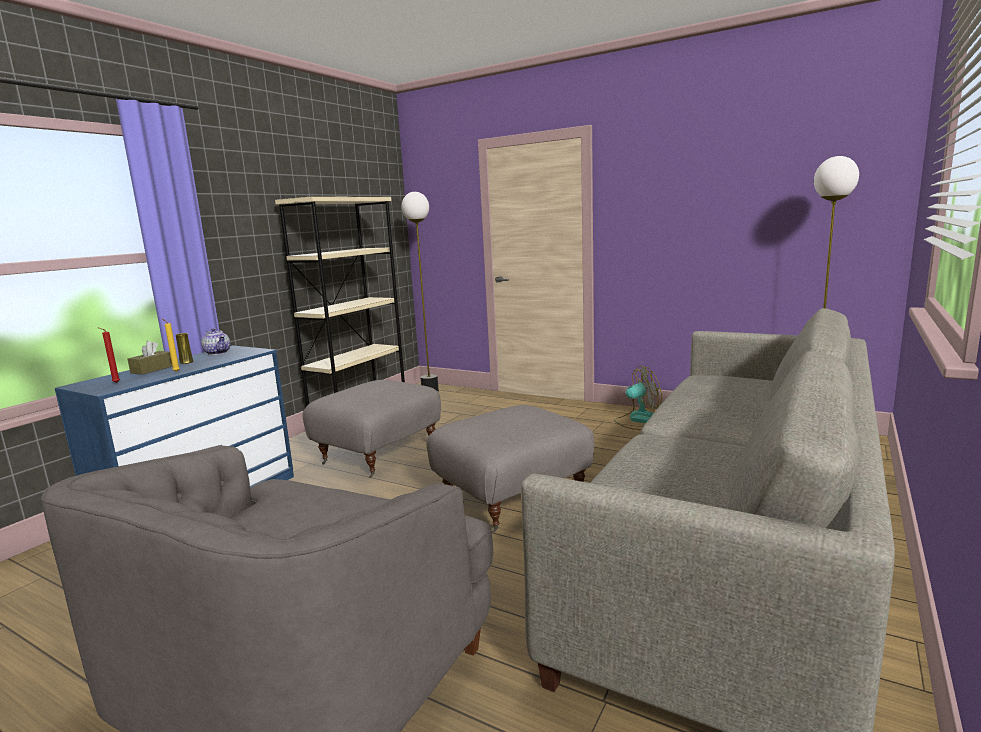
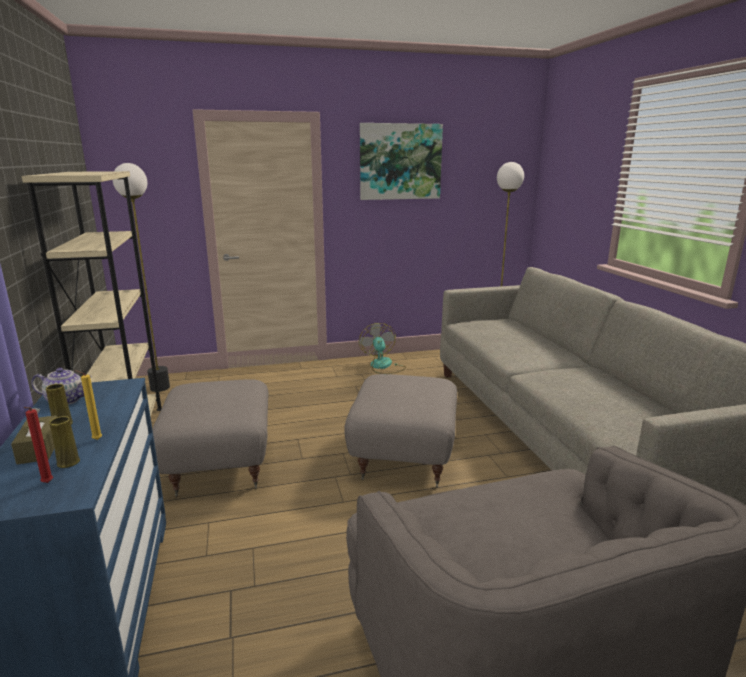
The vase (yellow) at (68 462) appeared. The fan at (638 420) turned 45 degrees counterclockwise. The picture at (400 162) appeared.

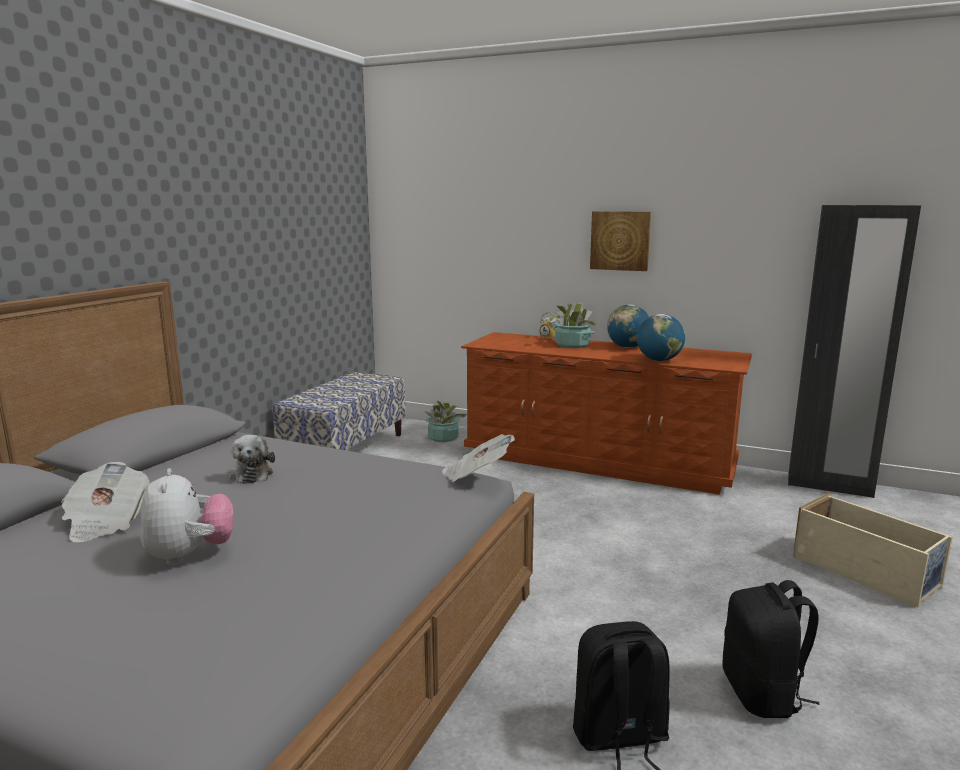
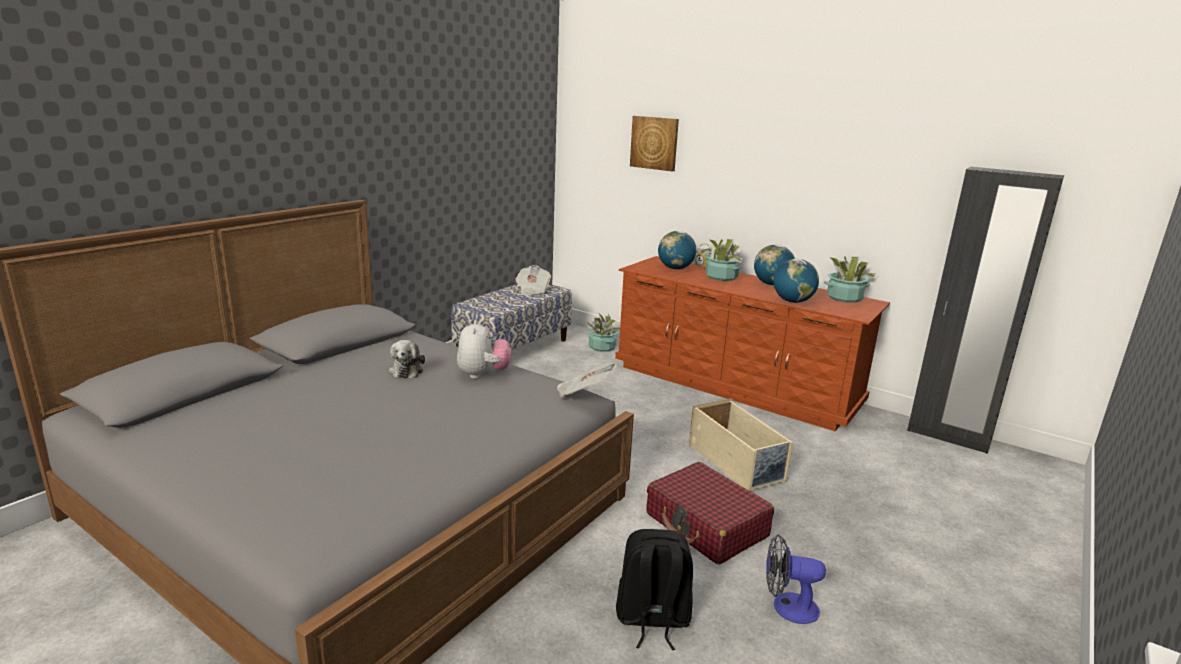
The plush toy moved from (190 555) to (483 374). The newspaper moved from (106 522) to (532 290). The picture moved from (620 240) to (654 143). The suitcase (red) at (706 525) appeared. The globe at (675 268) appeared. The storage box (beige) moved from (866 572) to (736 464). The backpack (black) at (762 694) was replaced by the fan at (787 607). The potted plant at (844 298) appeared.

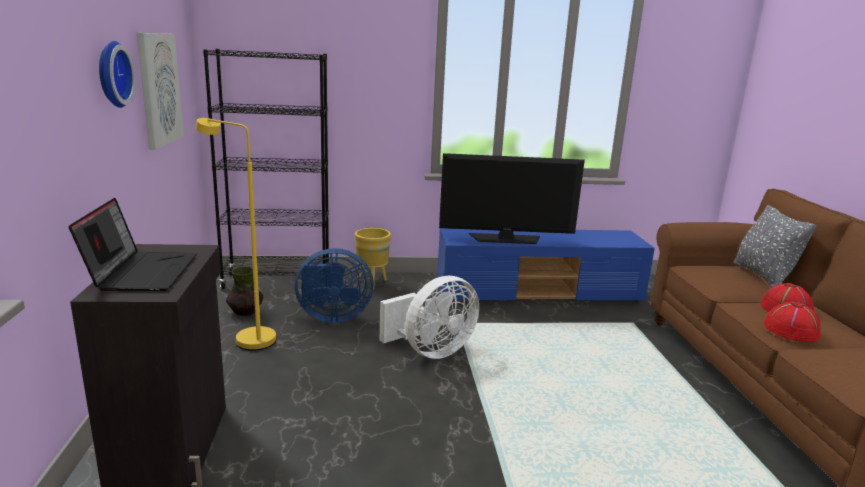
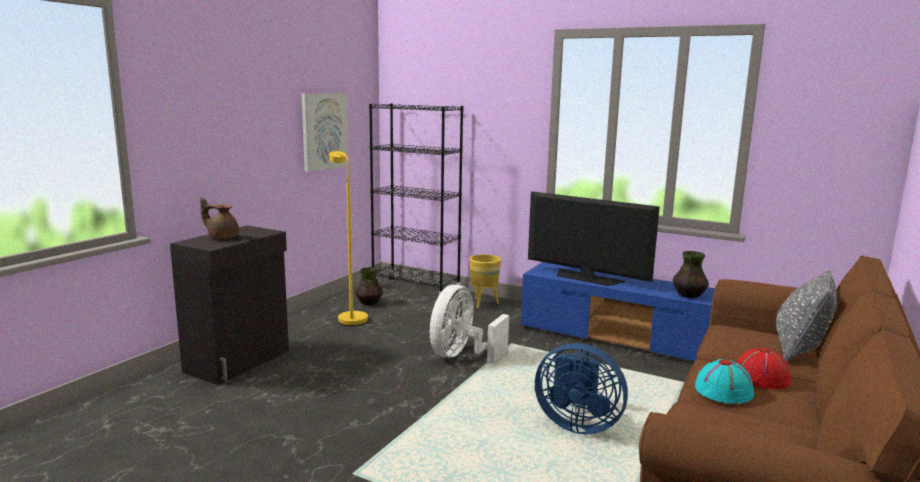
The laptop at (142 272) was replaced by the teapot (brown) at (222 237). The fan (white) at (431 351) turned 120 degrees clockwise. The fan (blue) moved from (332 316) to (577 424). The vase at (688 295) appeared. The hat (red) at (791 330) became the hat (turquoise) at (724 391). The wall clock at (111 74) disappeared.

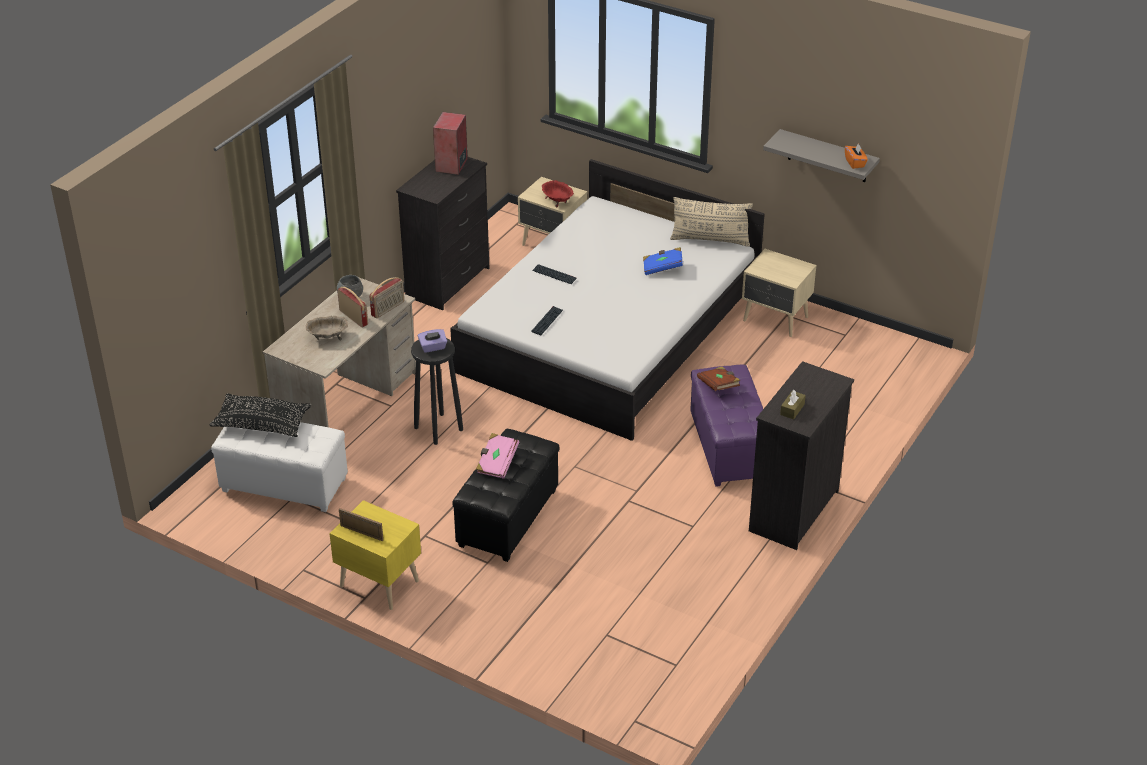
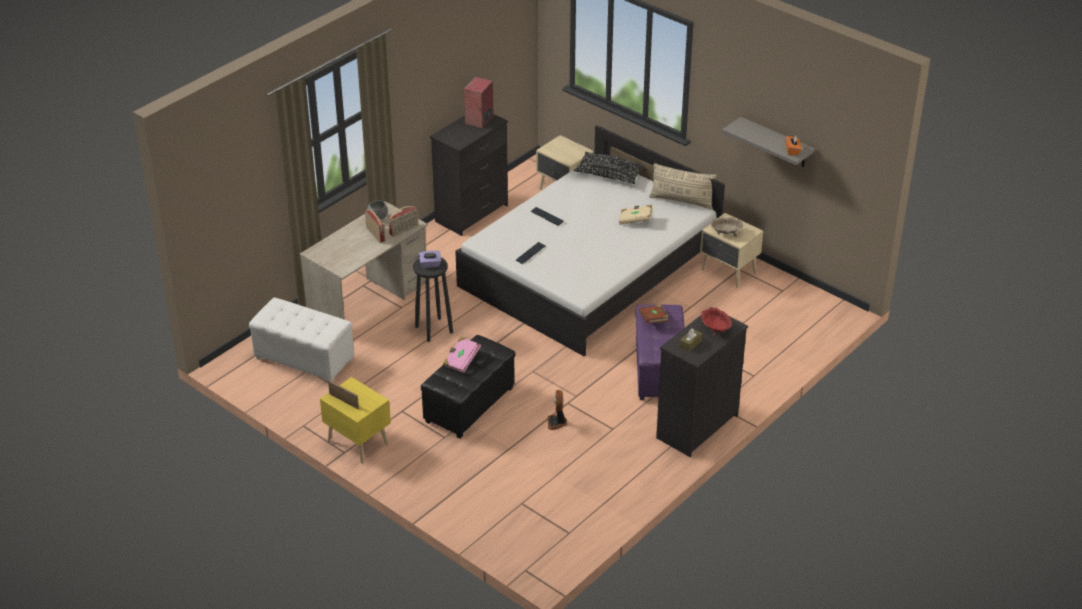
The fan at (557 422) appeared. The pillow (black) moved from (262 424) to (609 174). The book (blue) at (662 268) became the book (beige) at (635 220). The bowl (red) moved from (558 201) to (716 329). The bowl (beige) moved from (327 337) to (725 233).

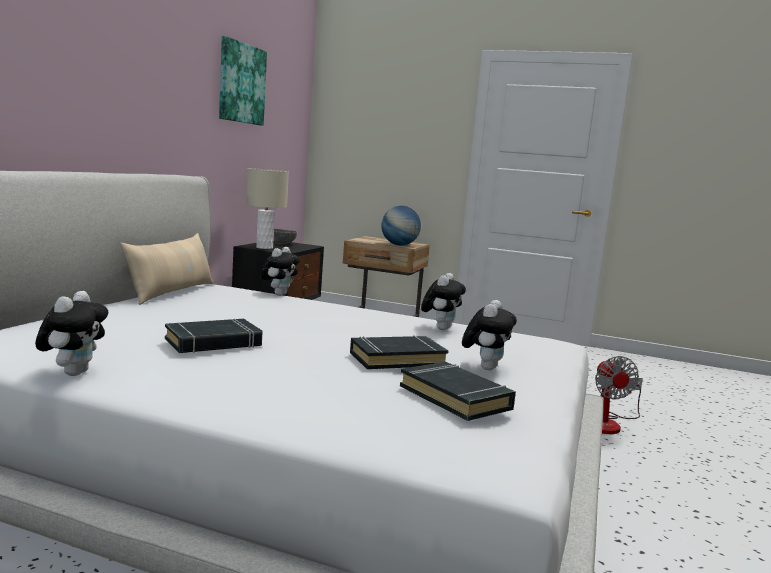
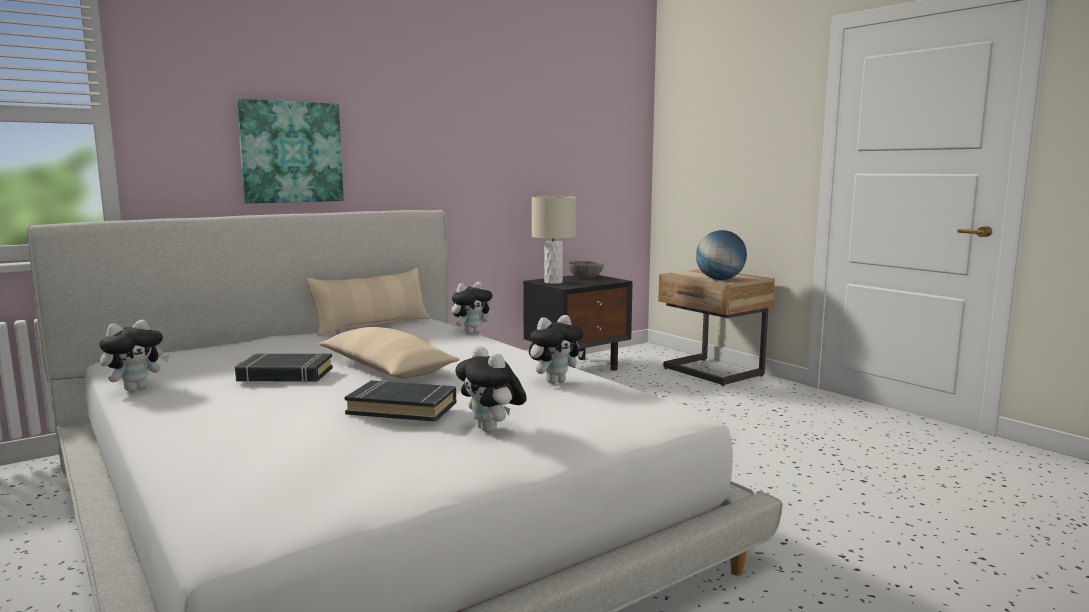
The picture moved from (241 83) to (291 152). The pillow (beige) at (386 369) appeared. The plush toy at (485 367) turned 90 degrees clockwise. The book (black) at (455 397) disappeared. The fan at (608 423) disappeared.

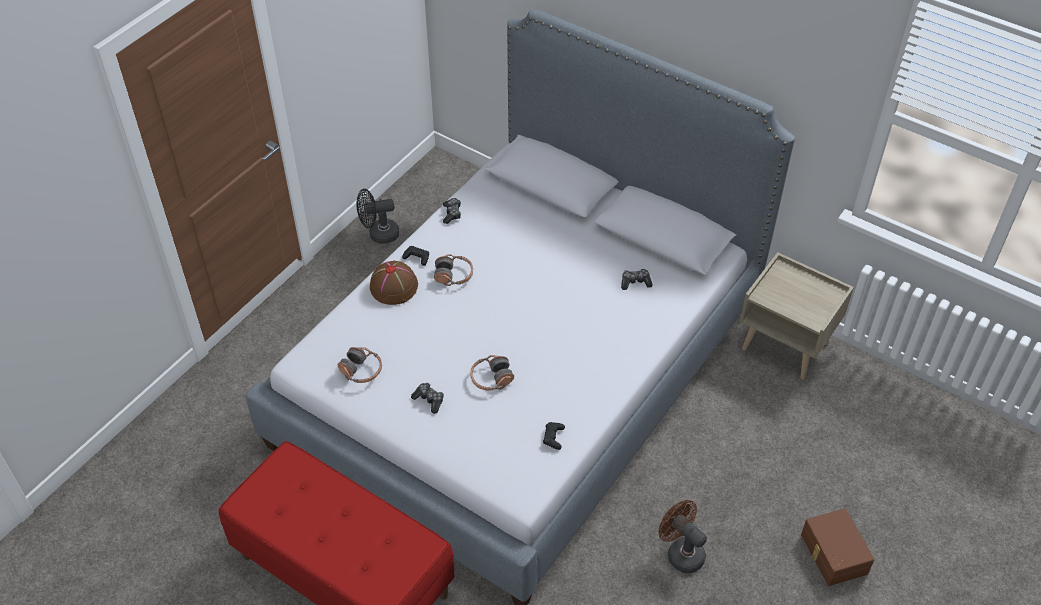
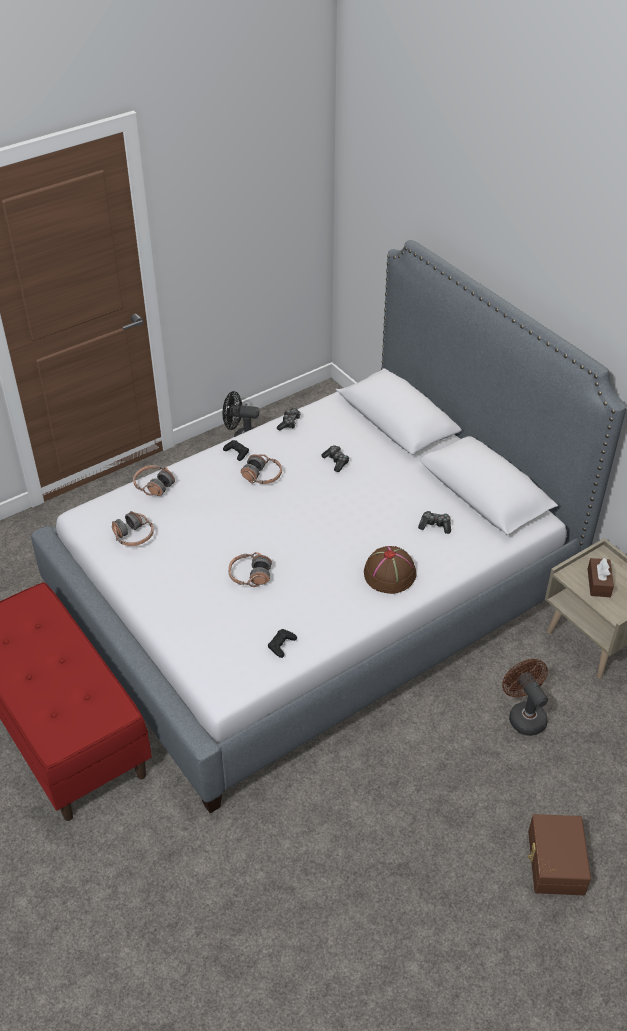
The headphones at (154 485) appeared. The game controller moved from (429 400) to (336 461). The hat (brown) moved from (394 286) to (390 574). The fan (brown) moved from (681 552) to (523 715). The tissue box (brown) at (598 583) appeared.

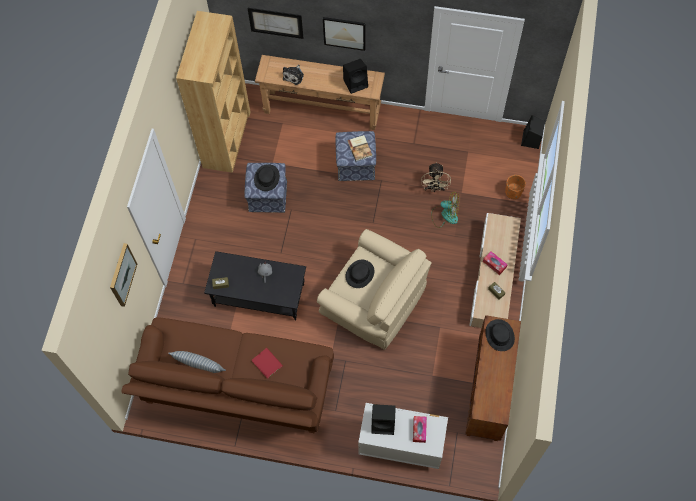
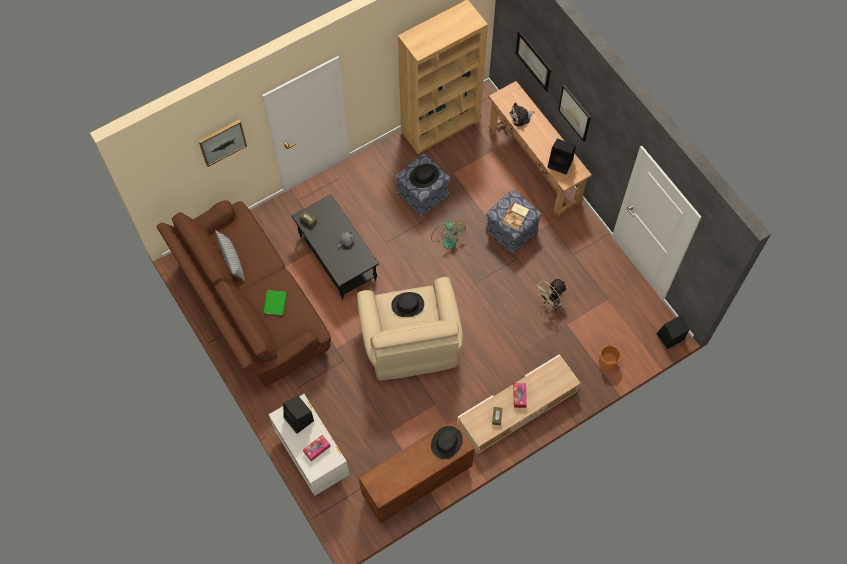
The book (red) at (267 362) became the book (green) at (276 302). The fan moved from (445 215) to (447 236).

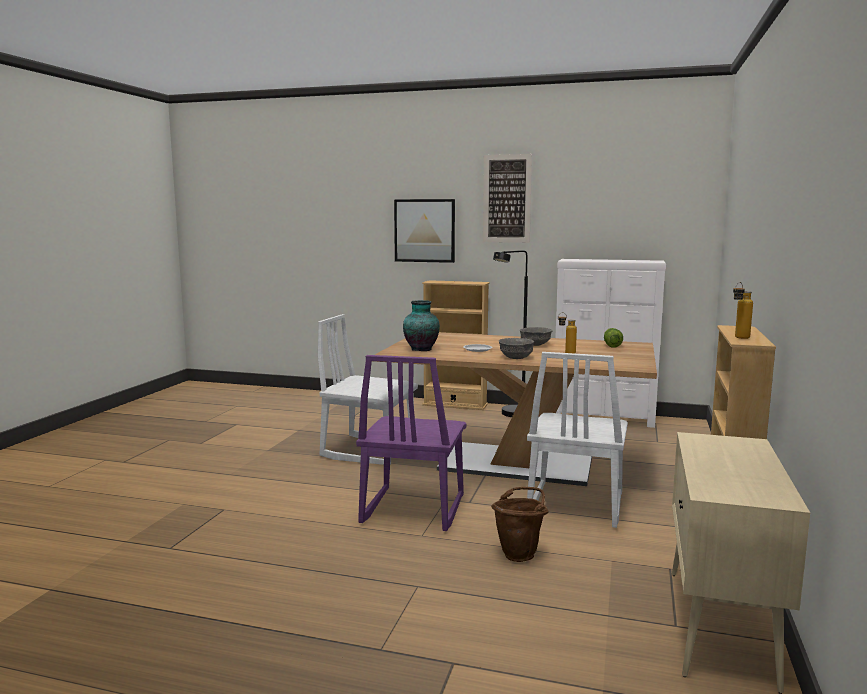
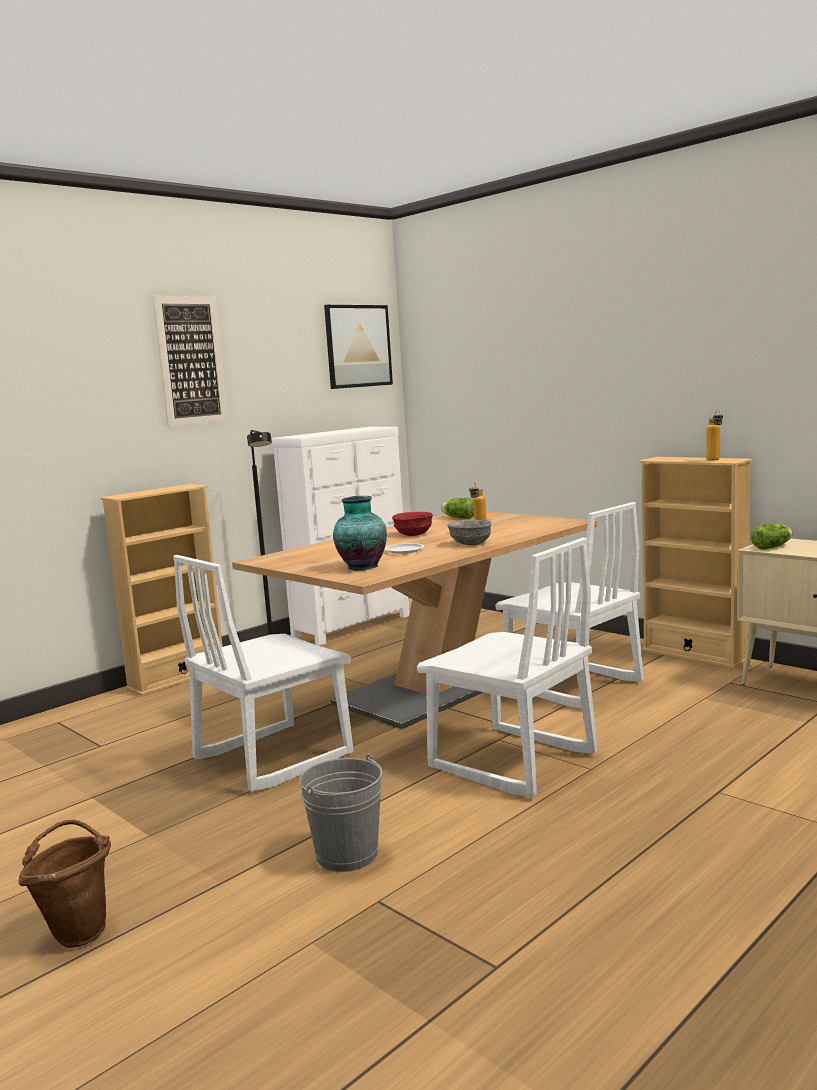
The bucket (brown) moved from (520 553) to (78 930). The bucket (grey) at (347 854) appeared. The picture moved from (424 230) to (358 346). The bowl (grey) at (535 345) became the bowl (red) at (414 534). The chair (purple) at (412 509) became the chair (white) at (511 762). The lettuce at (773 547) appeared.

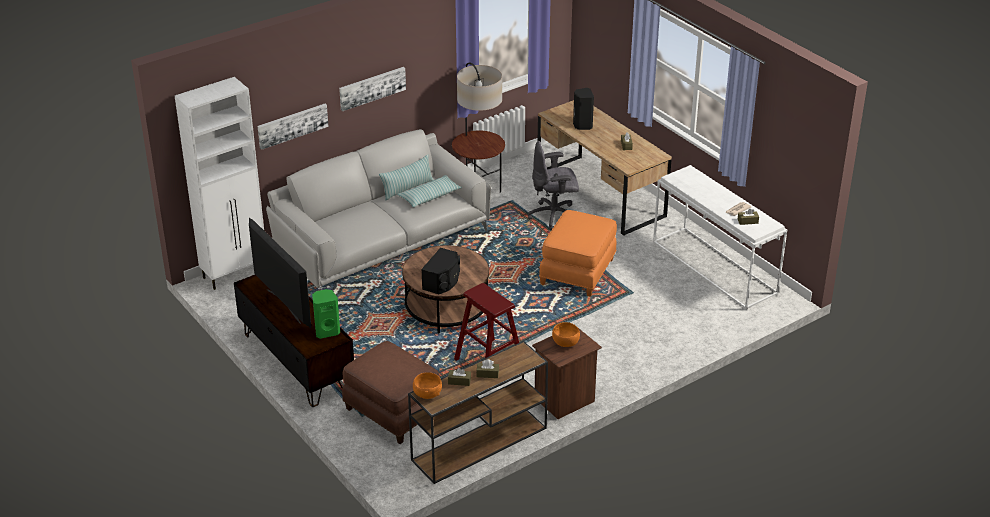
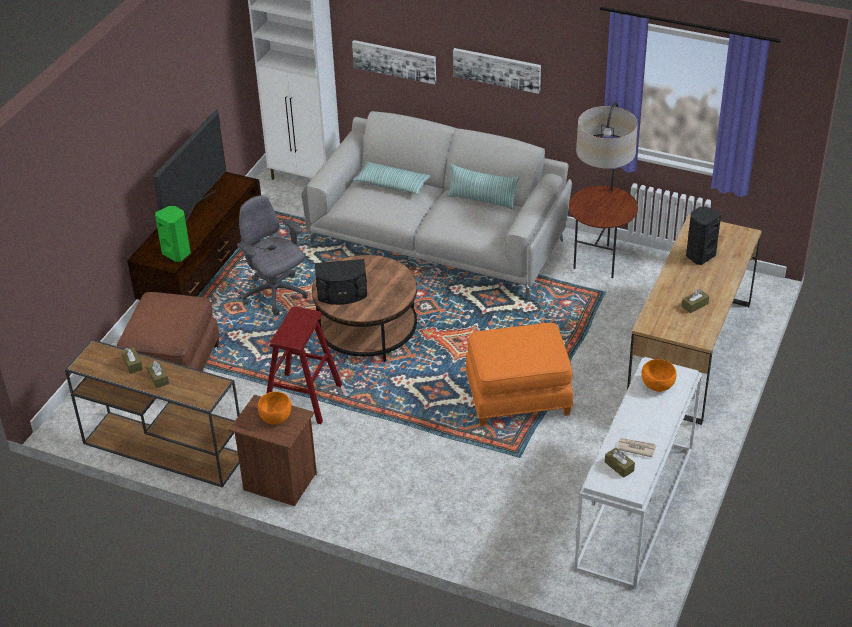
The office chair (grey) moved from (554 216) to (275 295). The pillow moved from (430 196) to (392 184). The bowl (orange) moved from (427 394) to (657 384).

